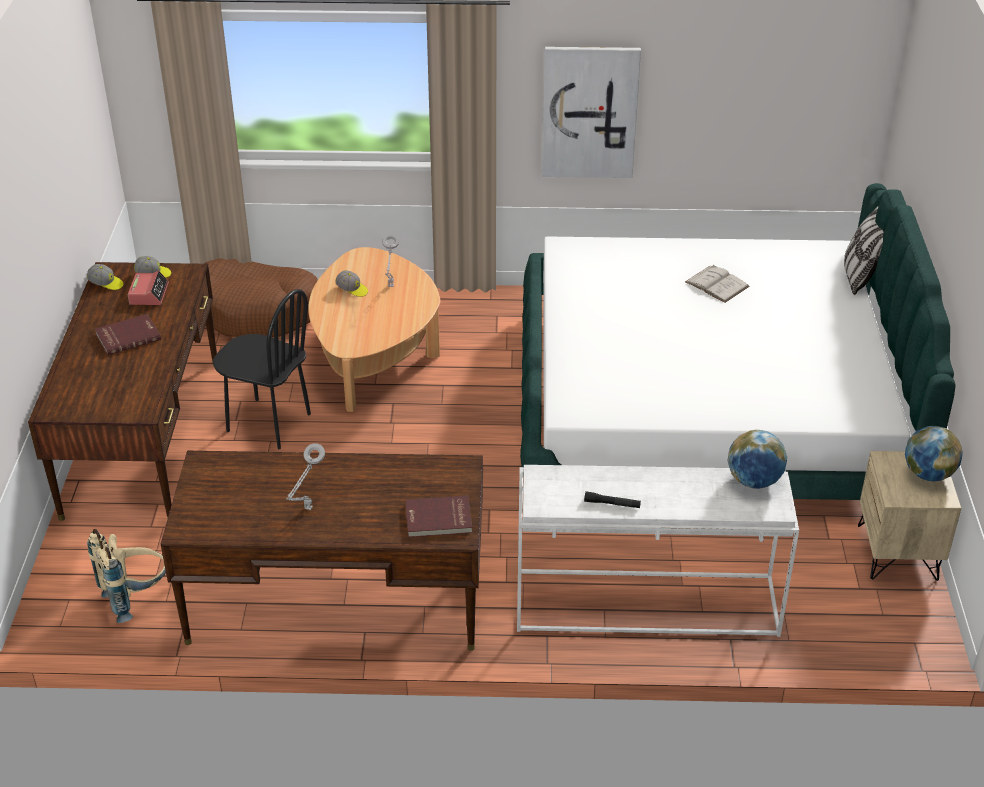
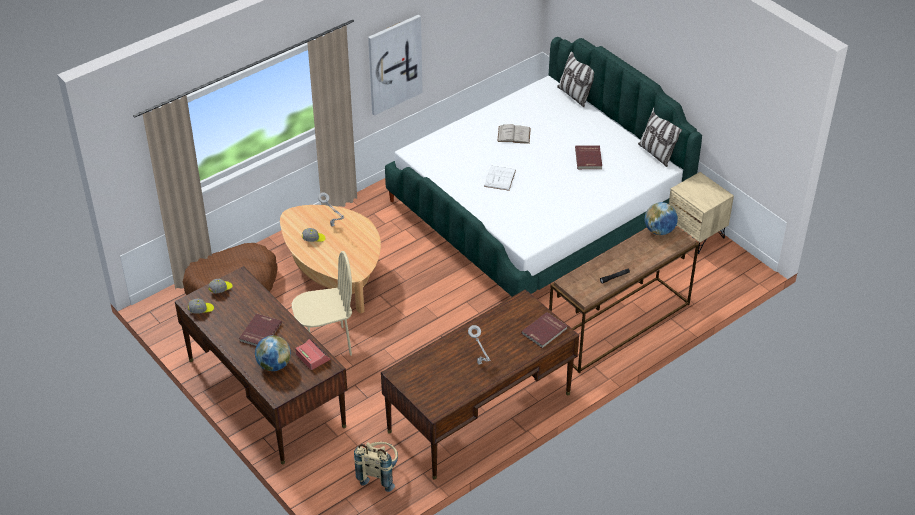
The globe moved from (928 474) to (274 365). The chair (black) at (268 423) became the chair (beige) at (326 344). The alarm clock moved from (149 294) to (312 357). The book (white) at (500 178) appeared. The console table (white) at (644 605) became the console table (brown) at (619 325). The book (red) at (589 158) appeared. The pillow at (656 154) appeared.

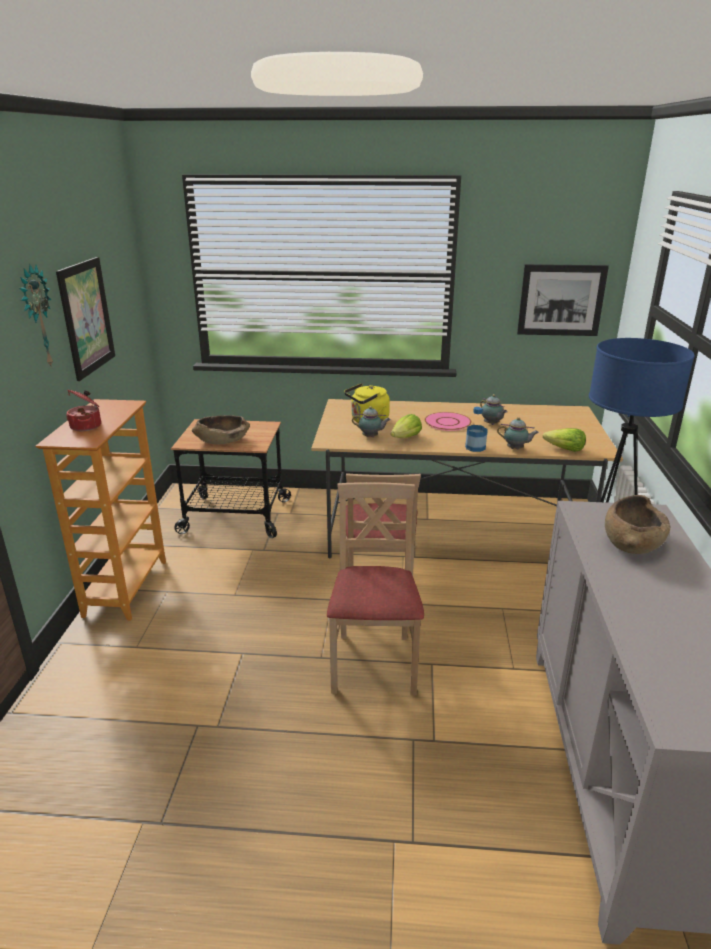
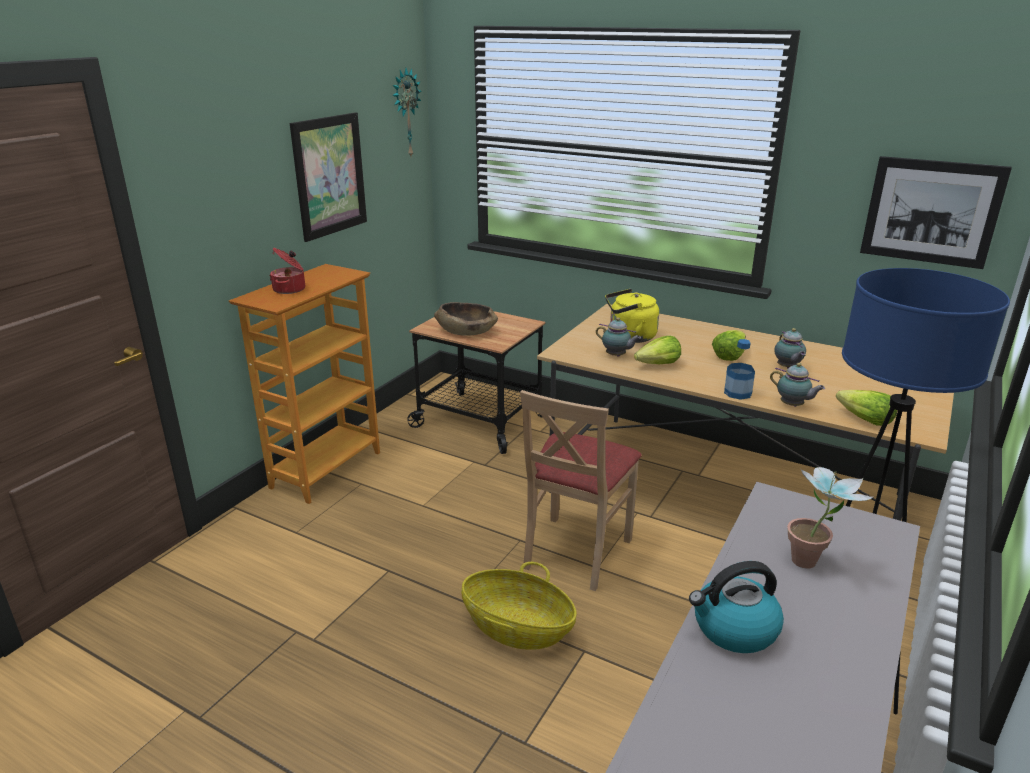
The wall clock moved from (36 317) to (405 113). The chair (beige) at (374 664) was replaced by the basket at (517 628). The kettle at (734 629) appeared. The plate (pink) at (447 422) was replaced by the lettuce at (728 355). The bowl (brown) at (632 541) was replaced by the potted plant at (813 562).

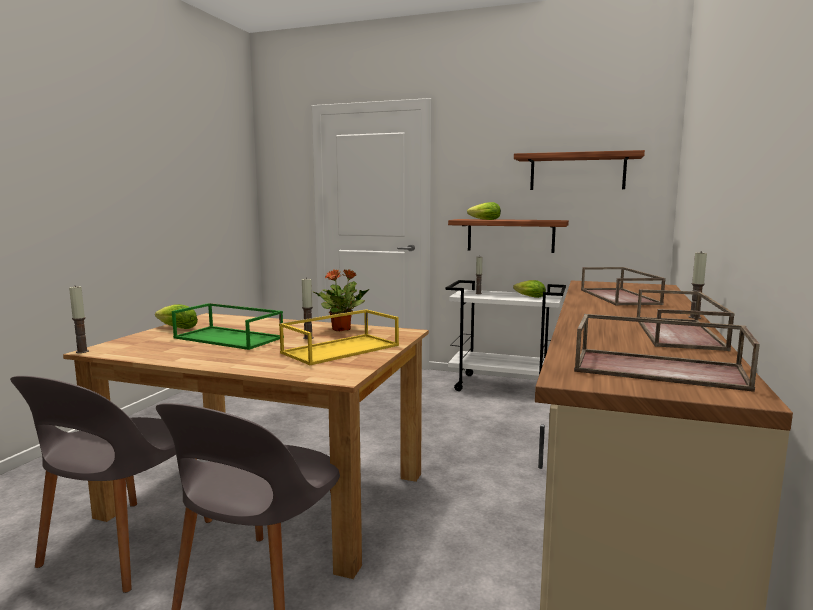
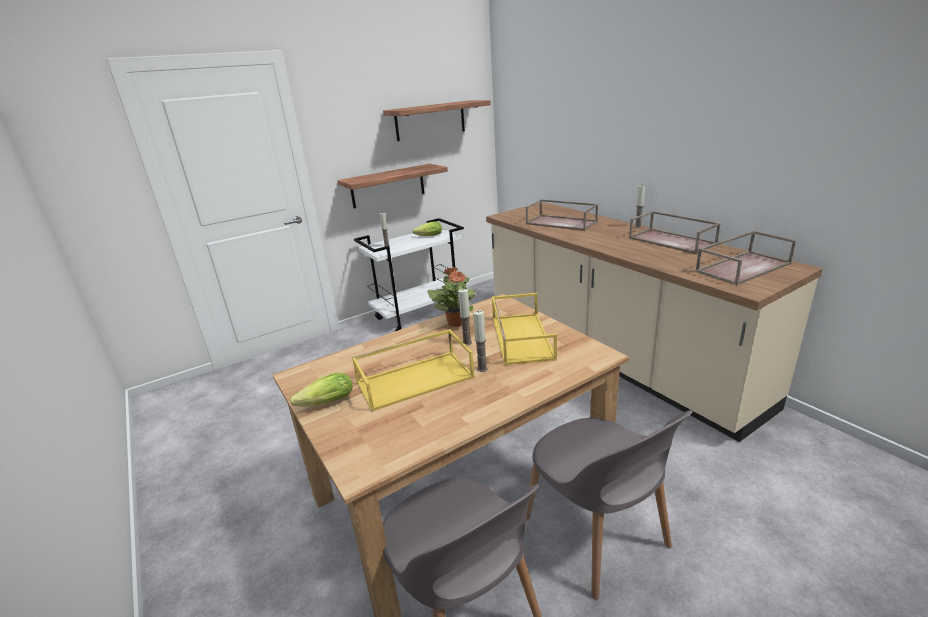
The tray (green) at (230 338) became the tray (yellow) at (416 379). The candle moved from (82 351) to (482 368). The lettuce at (483 219) disappeared.

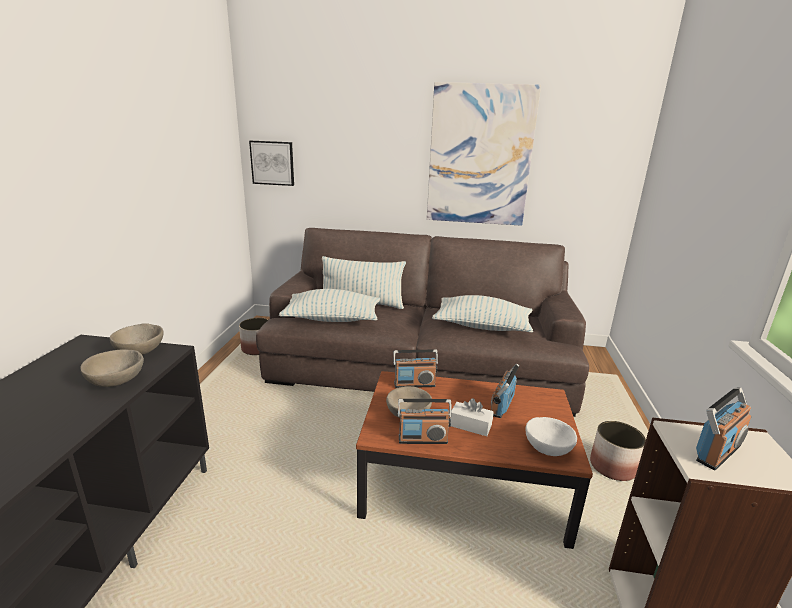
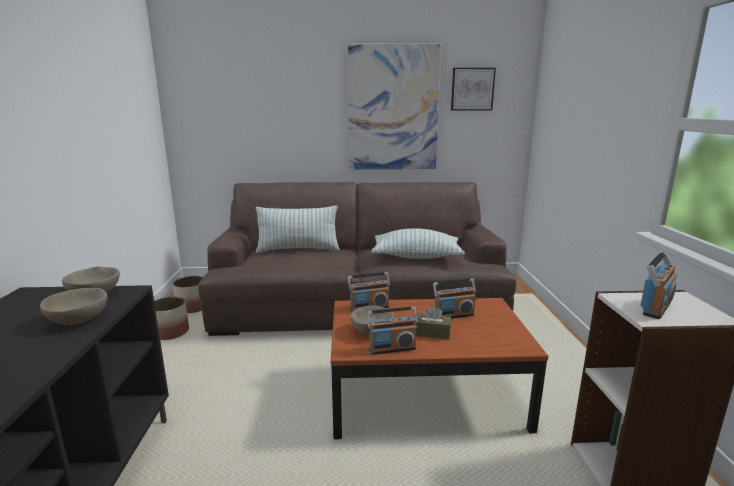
The planter moved from (613 467) to (170 332). The tissue box (white) at (470 425) became the tissue box (brown) at (431 333). The radio at (501 405) turned 120 degrees counterclockwise. The picture moved from (272 163) to (472 89). The pillow at (332 319) disappeared. The bowl (white) at (548 448) disappeared.

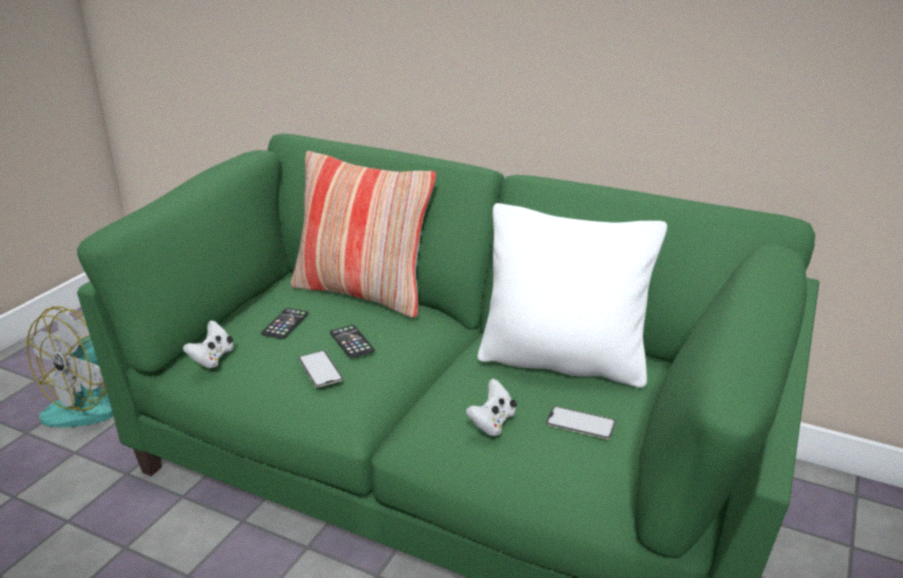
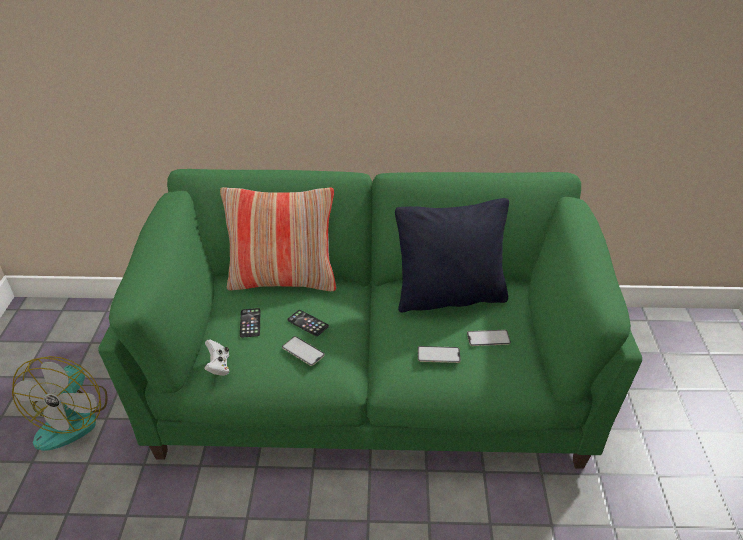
The pillow (white) at (563 362) became the pillow (black) at (450 297). The game controller (white) at (492 422) was replaced by the phone at (438 355).

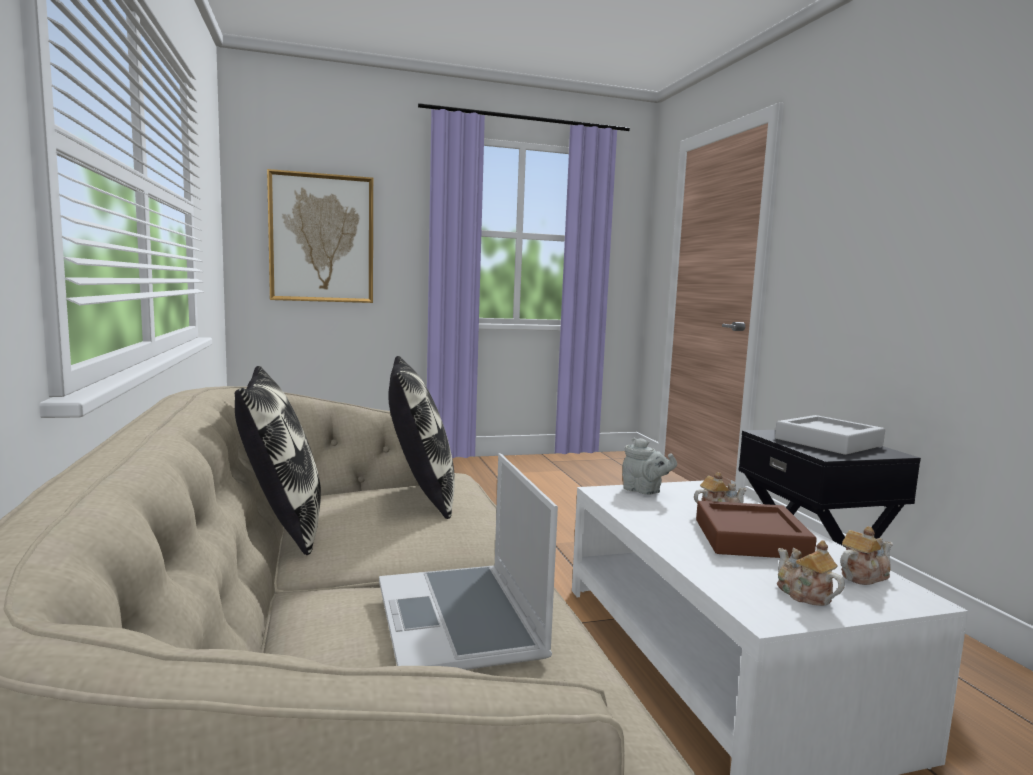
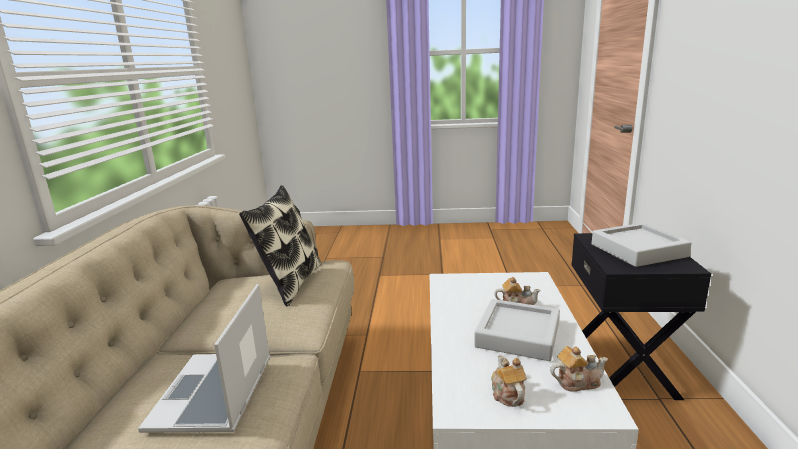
The tray (brown) at (750 539) became the tray (grey) at (518 335). The pillow at (283 525) disappeared. The picture at (322 238) disappeared. The teapot (grey) at (644 491) disappeared.

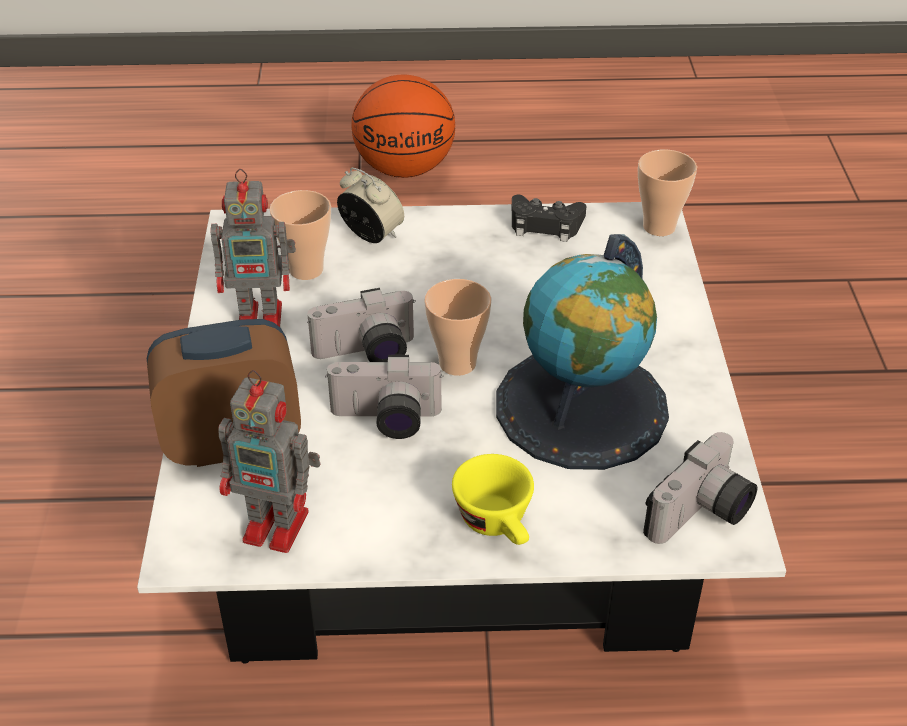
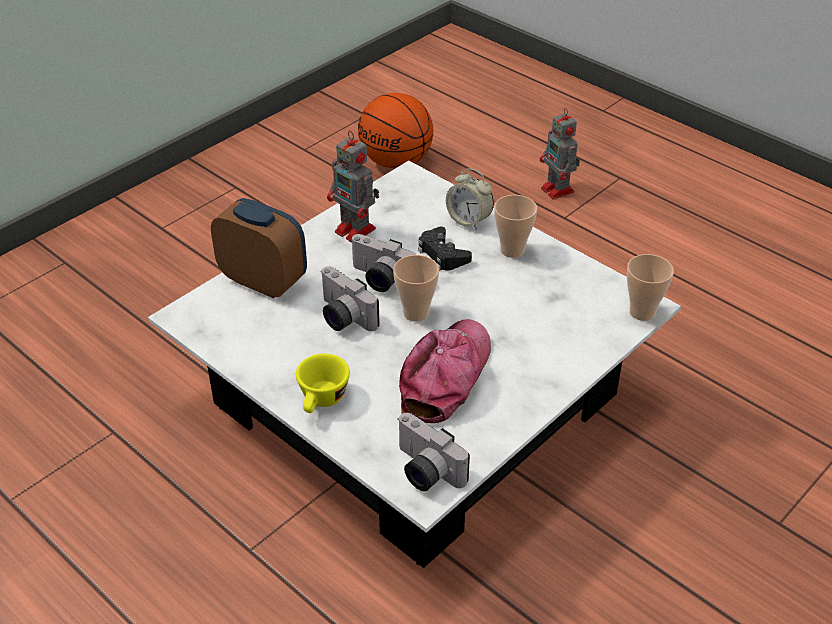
The basketball moved from (405 169) to (396 162). The photo camera at (702 516) turned 45 degrees clockwise. The globe at (582 407) was replaced by the cap at (445 377). The game controller (black) moved from (545 224) to (442 255). The alarm clock at (371 235) turned 135 degrees clockwise. The cup moved from (306 270) to (512 250). The toy robot moved from (279 527) to (558 191).

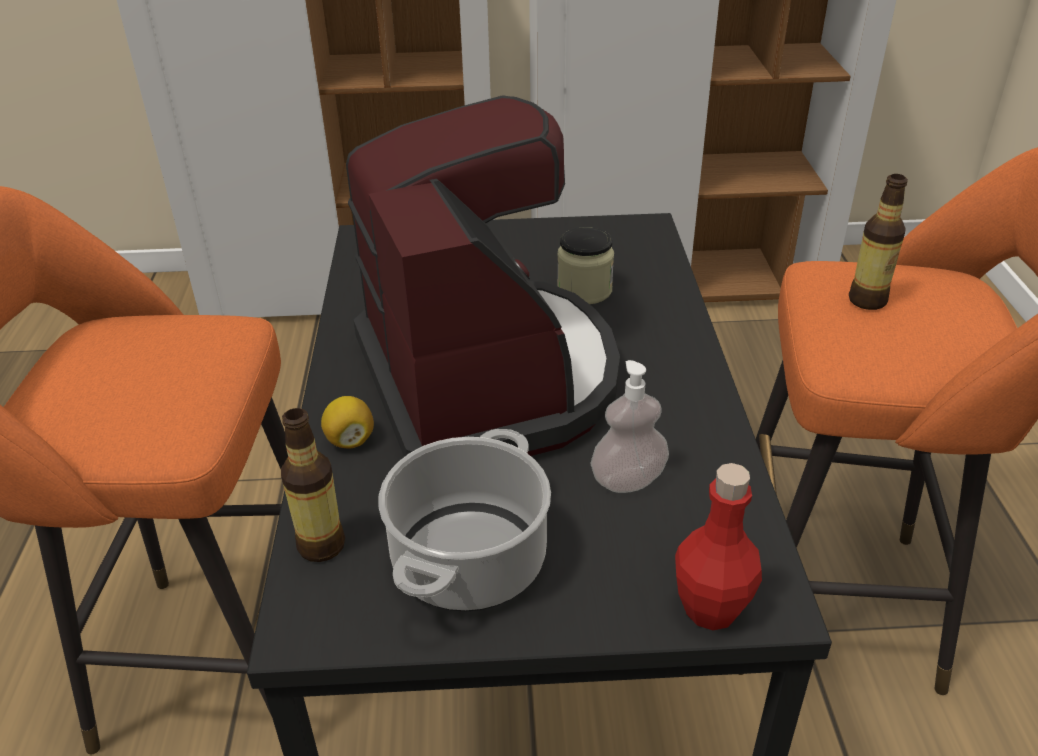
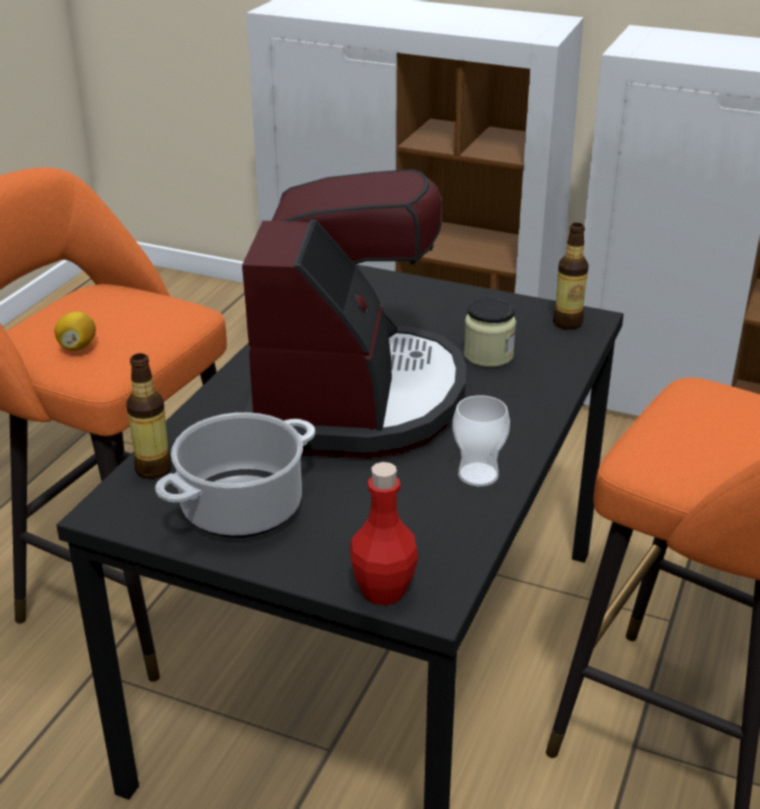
The lemon moved from (350 440) to (77 346). The cup at (478 474) appeared. The bottle moved from (867 300) to (567 323). The soap dispenser at (628 480) disappeared.

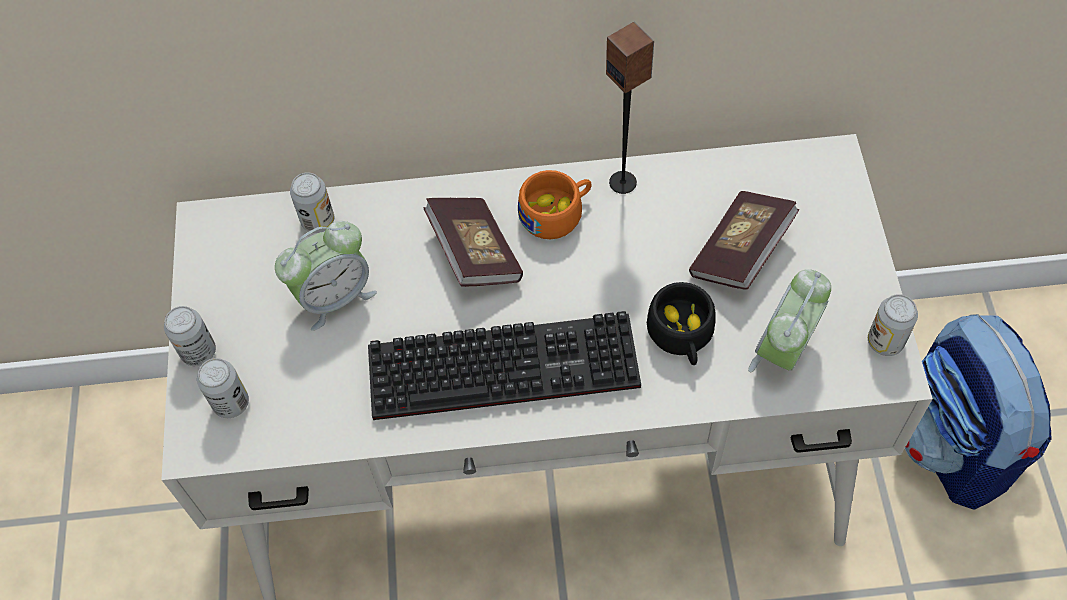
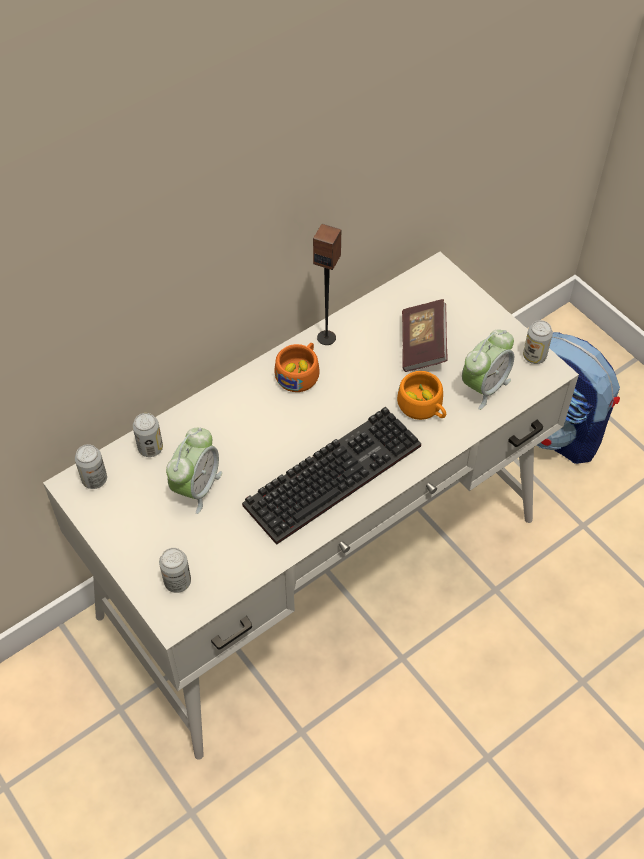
The can moved from (198 352) to (94 479). The cup (black) at (682 336) became the cup (orange) at (423 407). The alarm clock at (784 349) turned 135 degrees counterclockwise. The book at (474 253) disappeared.

